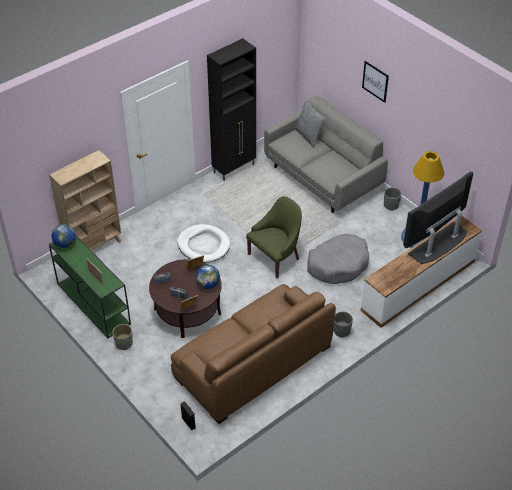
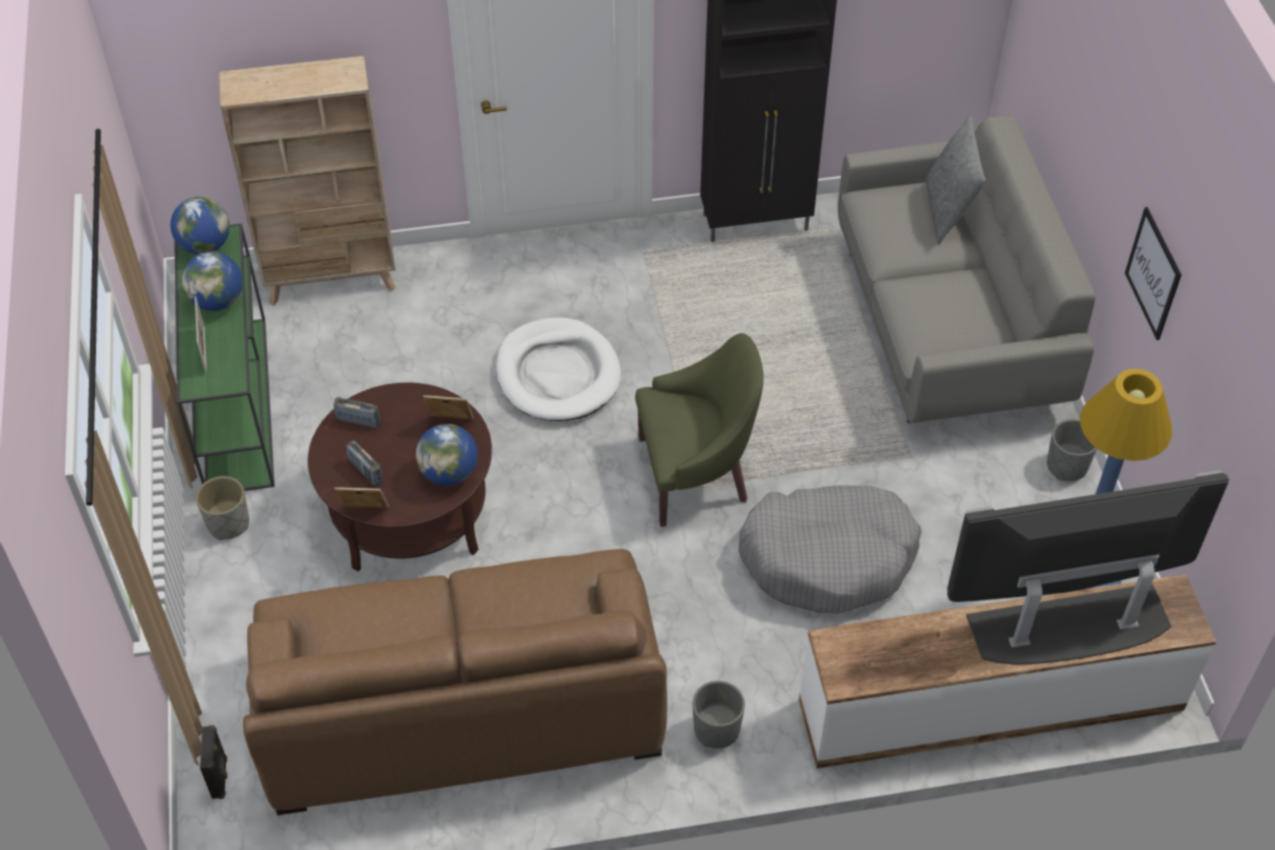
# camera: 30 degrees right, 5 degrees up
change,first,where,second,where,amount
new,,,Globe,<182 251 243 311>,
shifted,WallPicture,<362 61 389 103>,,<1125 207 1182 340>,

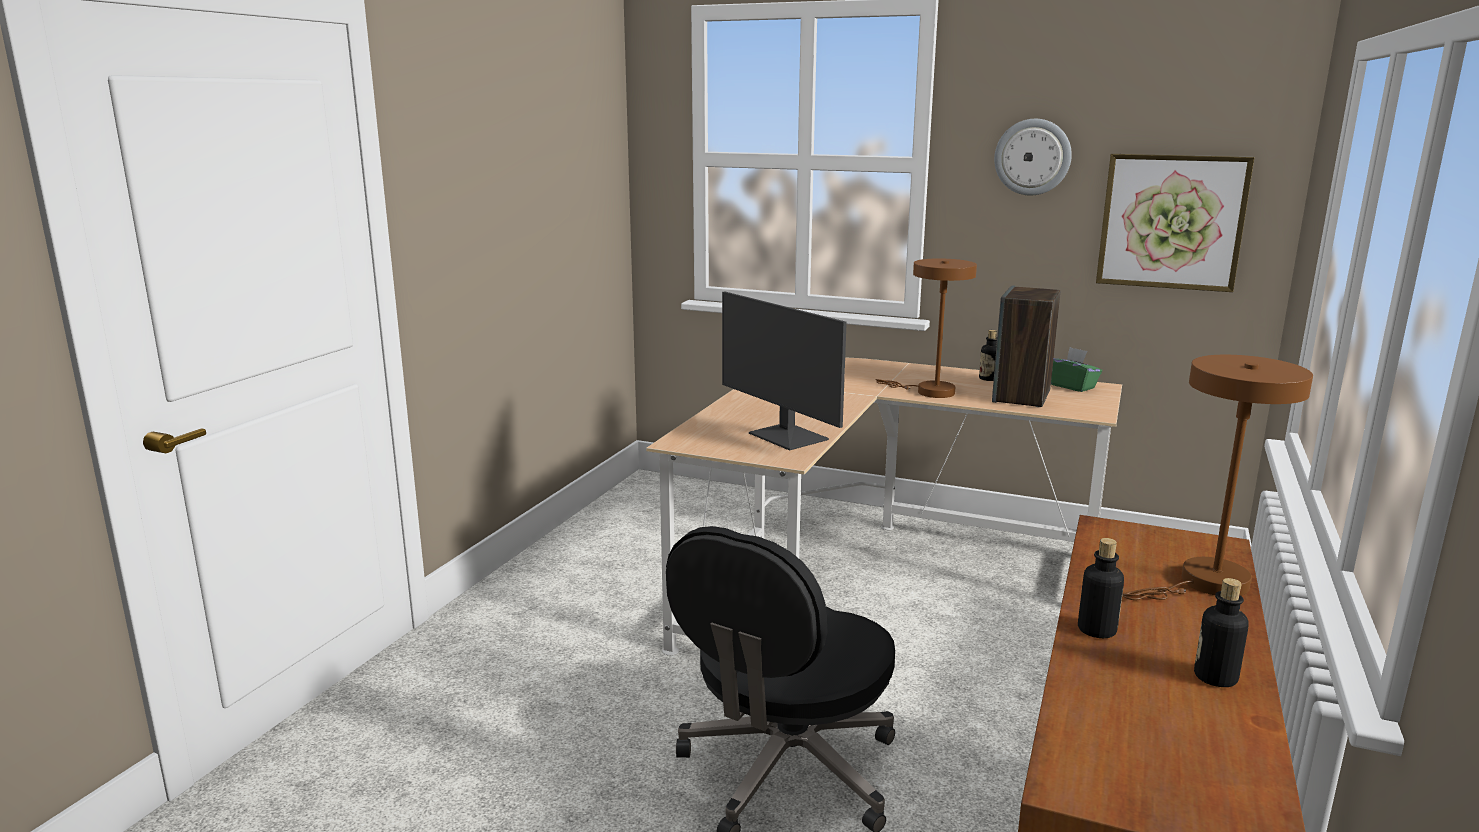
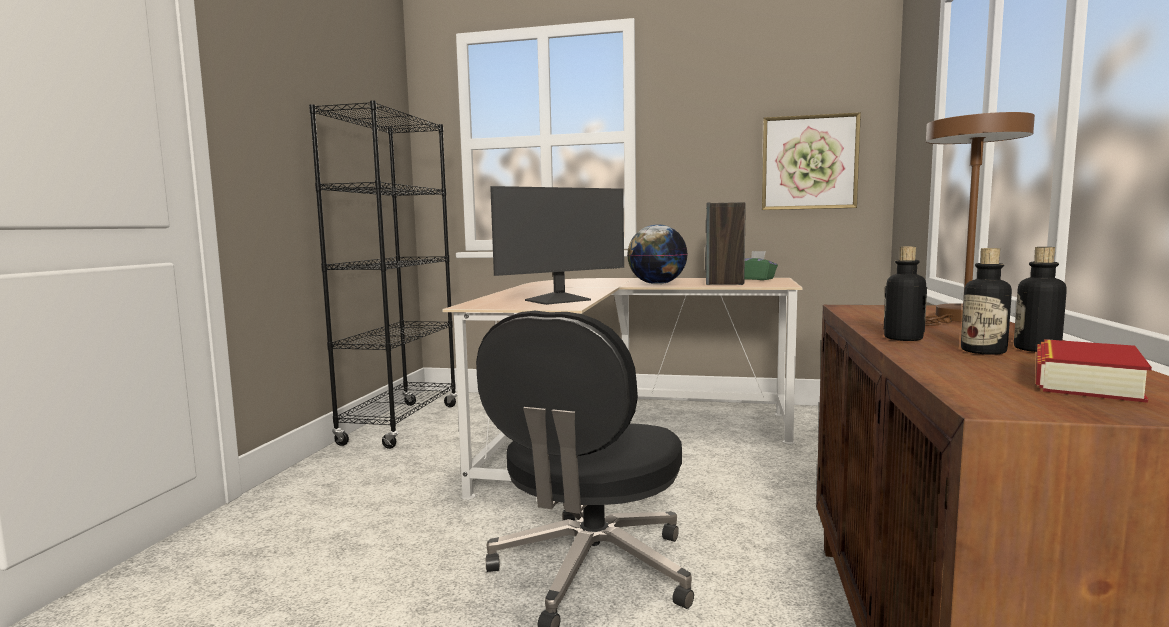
# camera: 10 degrees left, 10 degrees down
change,first,where,second,where,amount
gone,WallClock,<994 119 1072 195>,,,
new,,,BlackBookcase,<309 100 457 449>,
new,,,BoundBook,<1036 339 1152 403>,
shifted,DrinkBottle,<979 330 997 381>,,<961 248 1012 355>,
swapped,BrownishLampForATable,<875 258 977 398>,Globe,<627 224 688 284>,
rotated,ComputerDisplay,<722 292 847 451>,,<490 186 624 305>,75 degrees counterclockwise

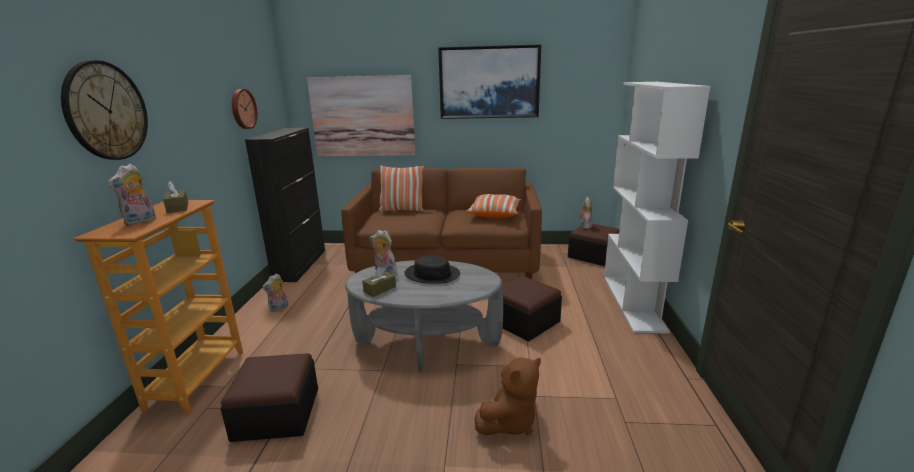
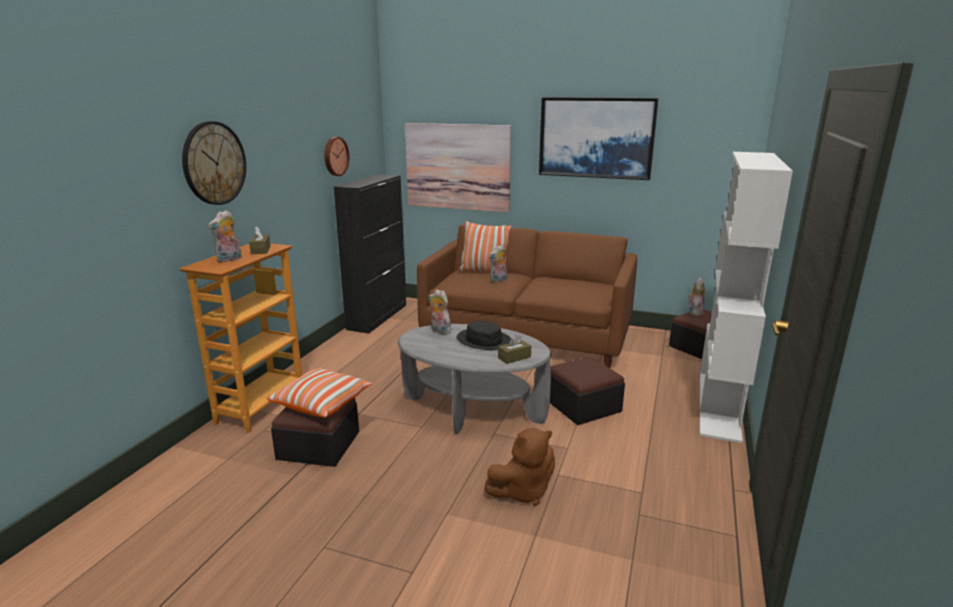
# camera: 15 degrees right, 0 degrees up
change,first,where,second,where,amount
shifted,PlushToy,<262 274 288 312>,,<489 245 507 283>,
shifted,BrownishBoxOfTissues,<362 267 396 297>,,<498 335 531 364>,
shifted,ThrowPillow,<466 194 521 218>,,<267 368 373 417>,

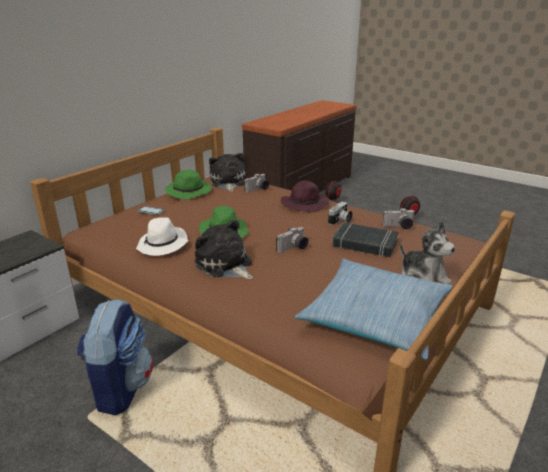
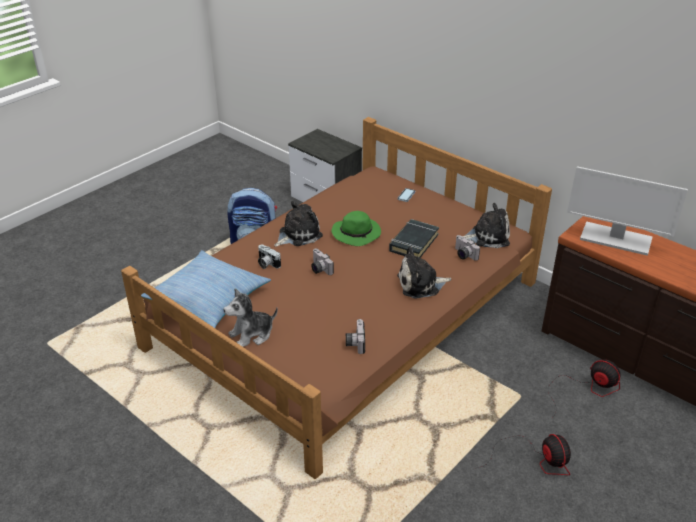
# camera: 95 degrees right, 10 degrees up
change,first,where,second,where,amount
gone,WhitishWearableHat,<136 217 188 256>,,,
gone,GreenWearableHat,<165 170 212 200>,,,
new,,,ComputerDisplay,<567 166 688 256>,
shifted,StillCamera,<328 202 352 225>,,<258 245 281 269>,
shifted,BlackBoundBook,<332 222 398 257>,,<389 219 439 257>,
swapped,PurpleColouredWearableHat,<281 181 329 213>,PlushToy,<397 247 451 298>,

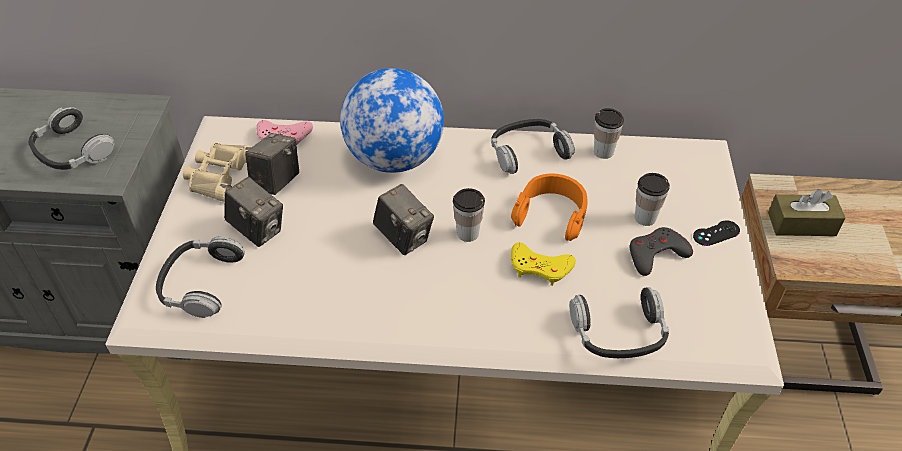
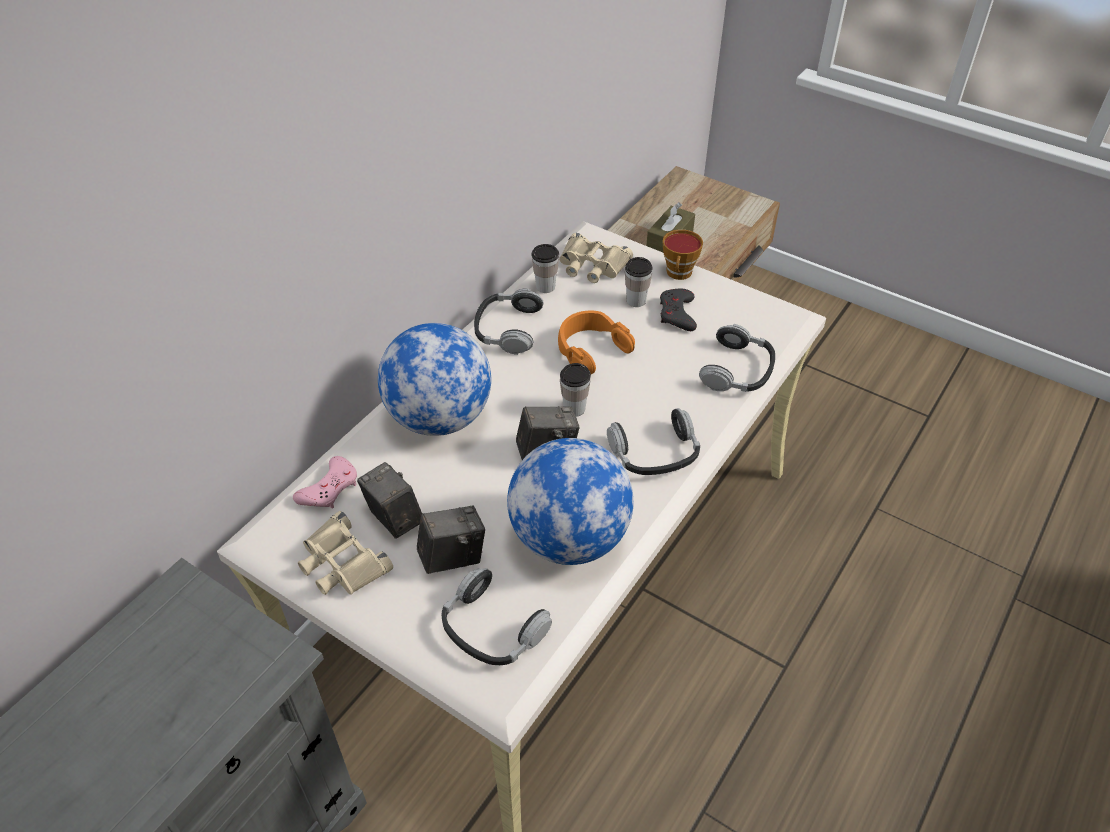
# camera: 60 degrees left, 0 degrees up
change,first,where,second,where,amount
gone,YellowishGameController,<511 242 576 286>,,,
new,,,Globe,<507 438 634 565>,
new,,,BeigePairOfBinoculars,<559 233 633 283>,
shifted,Headphones,<28 107 115 170>,,<607 408 700 475>,
swapped,BlackGameController,<693 220 740 246>,DrinkingCup,<662 229 703 280>,

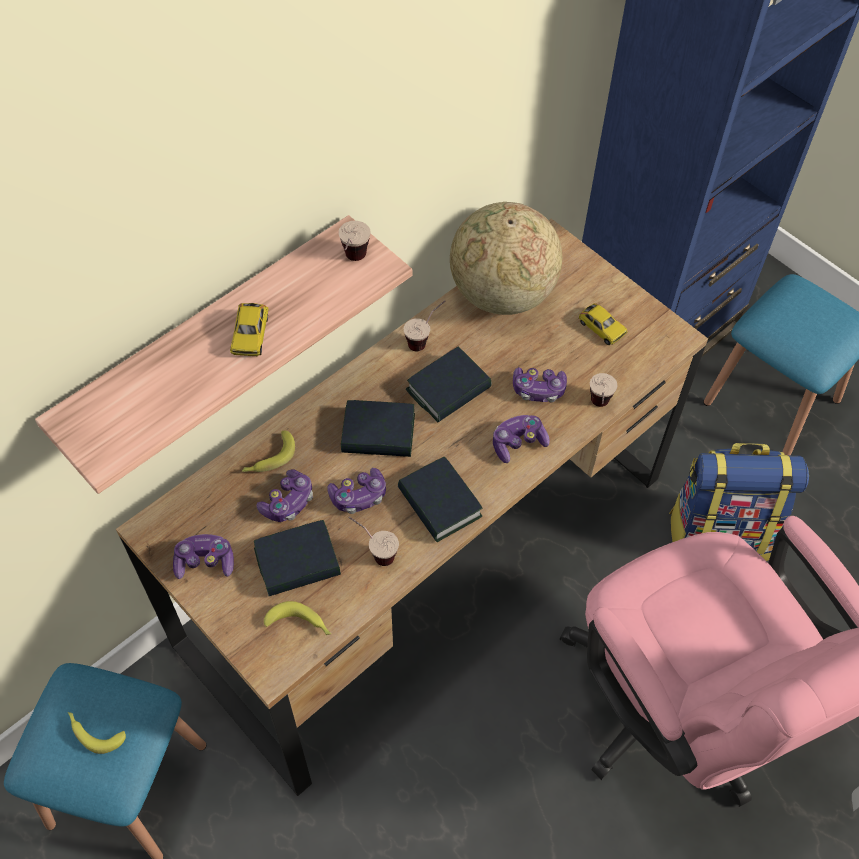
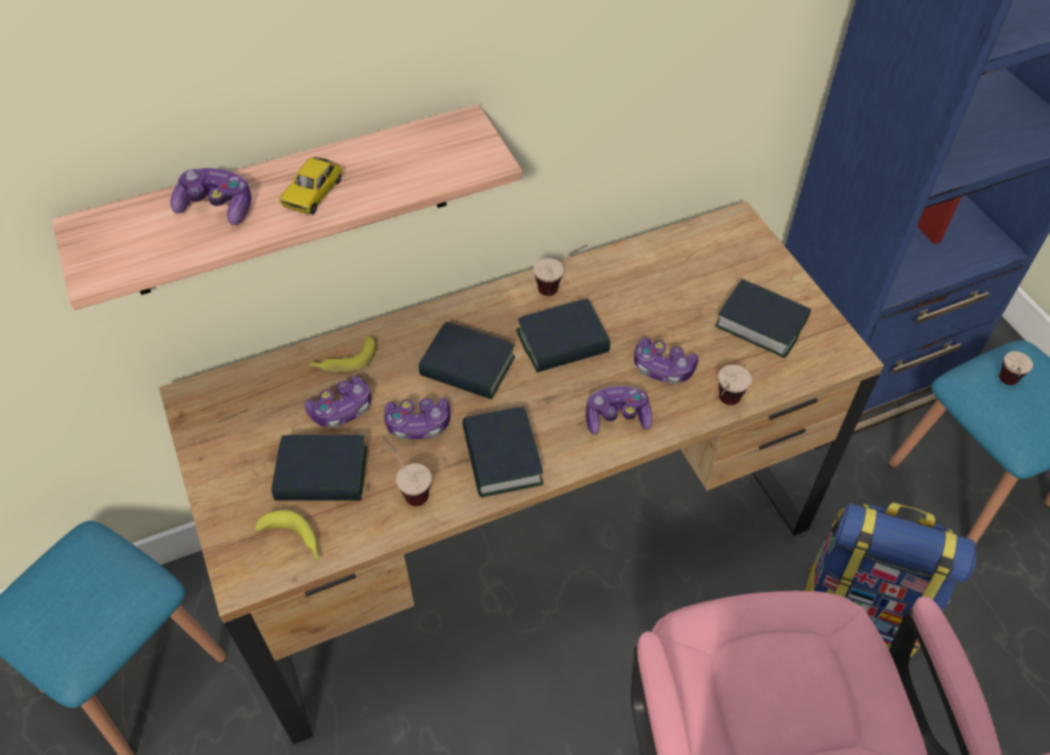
# camera: 20 degrees right, 5 degrees down
change,first,where,second,where,amount
gone,WholeBanana,<68 712 126 754>,,,
gone,Globe,<450 202 562 315>,,,
shifted,GameController,<173 534 234 579>,,<170 168 251 225>,
shifted,DrinkingCup,<338 221 371 261>,,<999 351 1033 385>,
swapped,ModelCar,<579 303 628 345>,BoundBook,<715 279 811 358>,

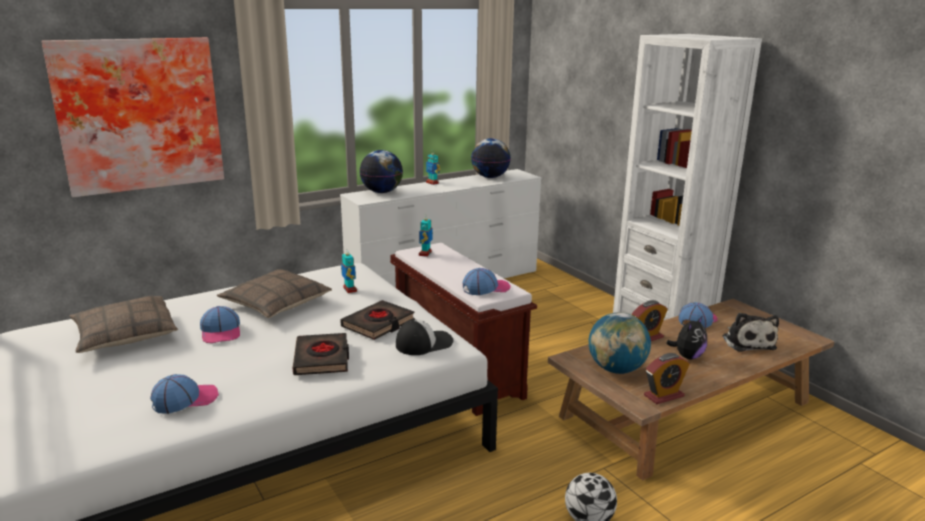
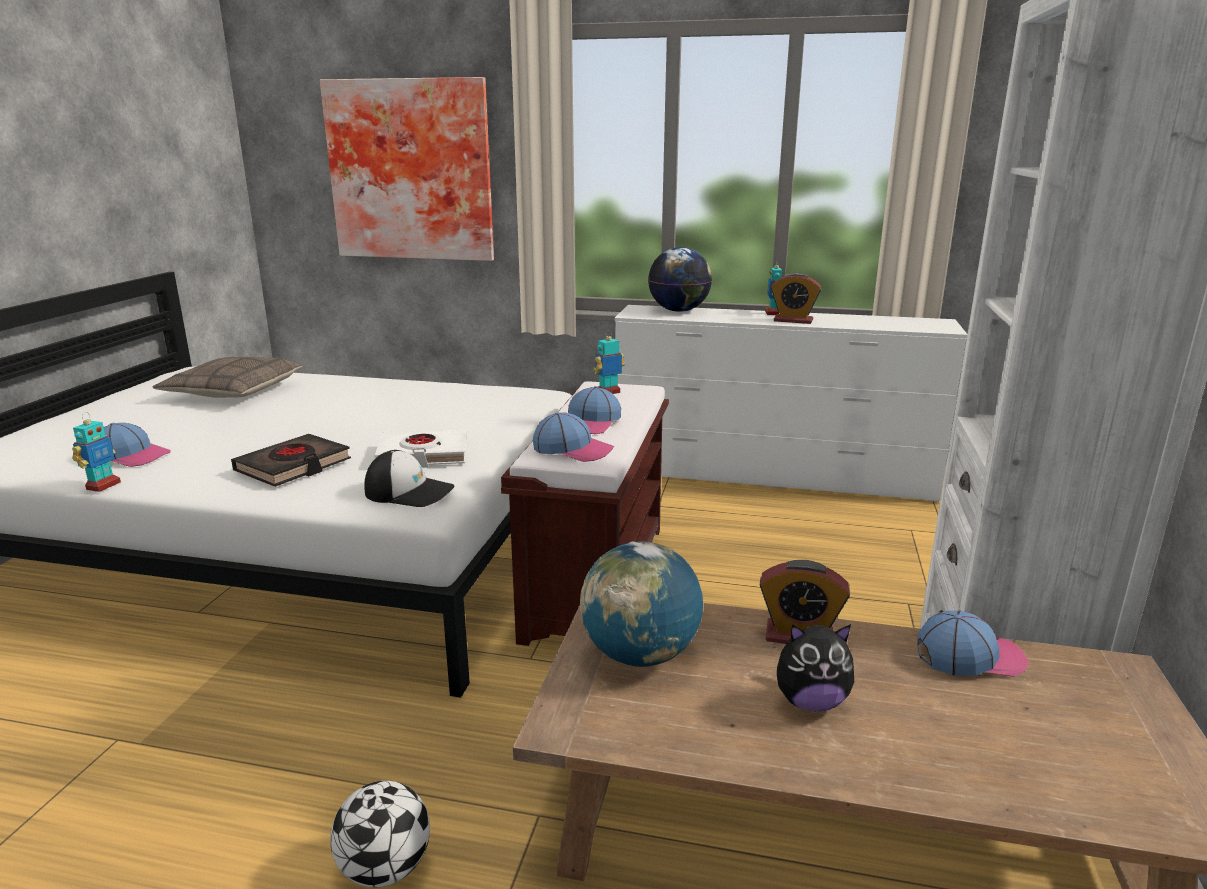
# camera: 45 degrees right, 0 degrees up
change,first,where,second,where,amount
gone,ThrowPillow,<217 269 332 318>,,,
gone,Globe,<471 138 511 178>,,,
gone,PlushToy,<723 313 779 352>,,,
shifted,BaseballCap,<200 306 240 343>,,<568 386 621 434>,
shifted,ModelRobot,<341 253 357 293>,,<72 412 121 492>,
shifted,TableClock,<644 353 690 404>,,<771 272 821 324>,
repainted,BlackBoundBook,<340 300 415 340>,WhitishBoundBook,<375 429 467 468>,

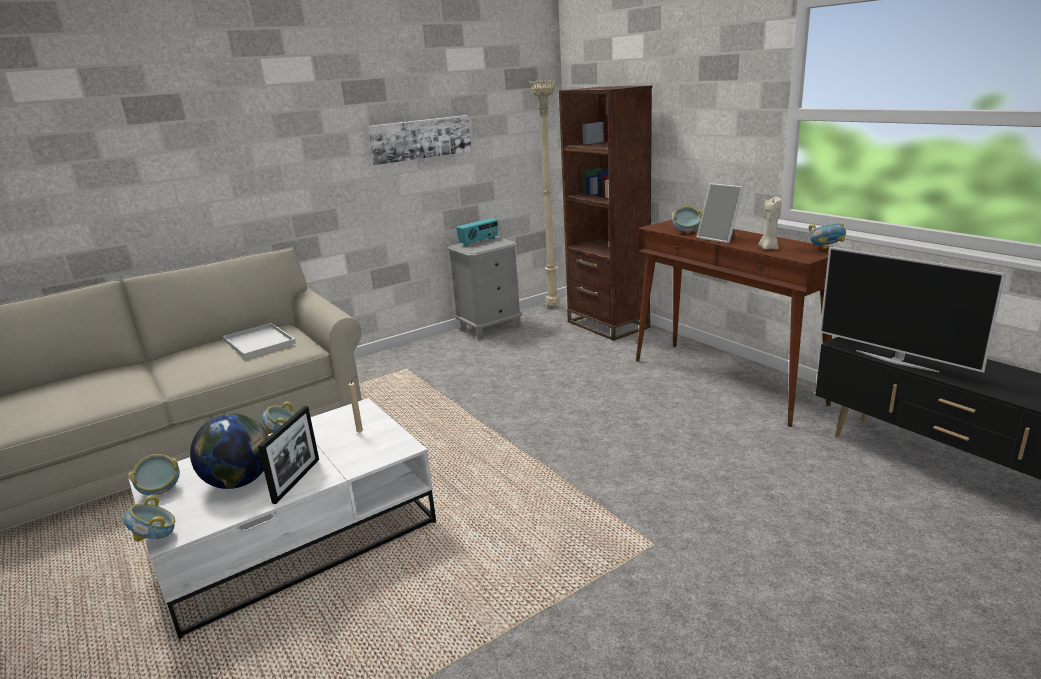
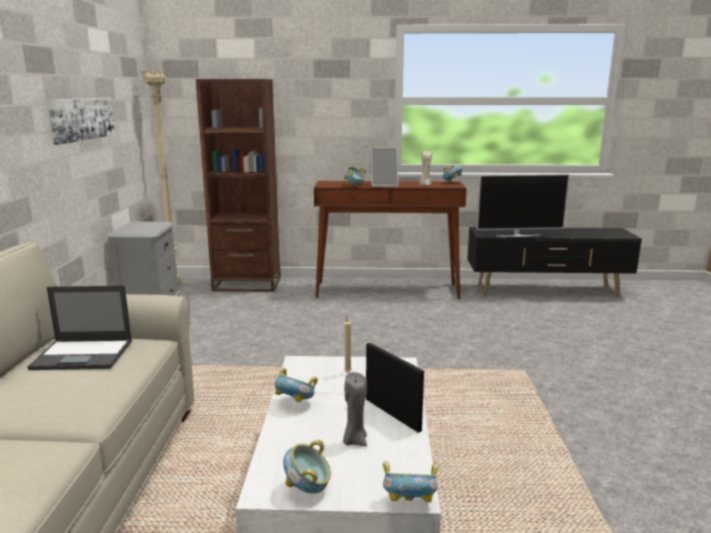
# camera: 55 degrees left, 5 degrees down
change,first,where,second,where,amount
gone,RadioReceiver,<456 218 498 247>,,,
swapped,Globe,<190 414 269 489>,GreyishCandle,<343 372 367 446>,
swapped,WhitishServingTray,<223 323 296 359>,Laptop,<27 286 132 370>,

